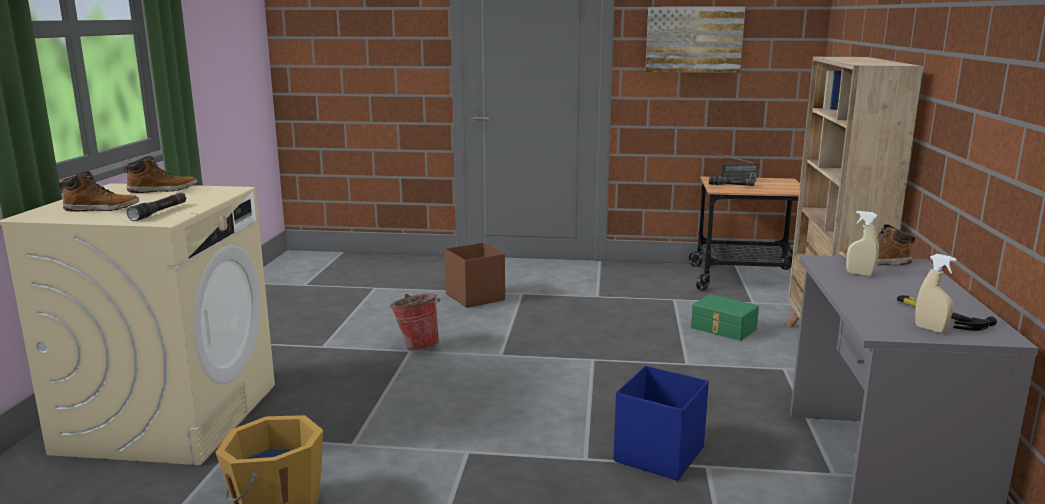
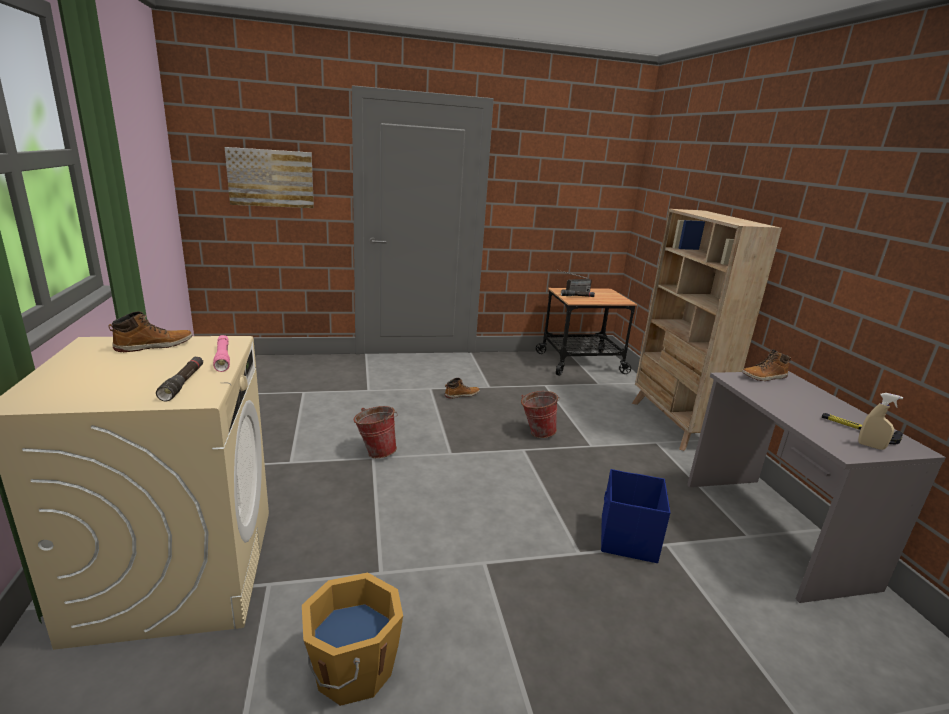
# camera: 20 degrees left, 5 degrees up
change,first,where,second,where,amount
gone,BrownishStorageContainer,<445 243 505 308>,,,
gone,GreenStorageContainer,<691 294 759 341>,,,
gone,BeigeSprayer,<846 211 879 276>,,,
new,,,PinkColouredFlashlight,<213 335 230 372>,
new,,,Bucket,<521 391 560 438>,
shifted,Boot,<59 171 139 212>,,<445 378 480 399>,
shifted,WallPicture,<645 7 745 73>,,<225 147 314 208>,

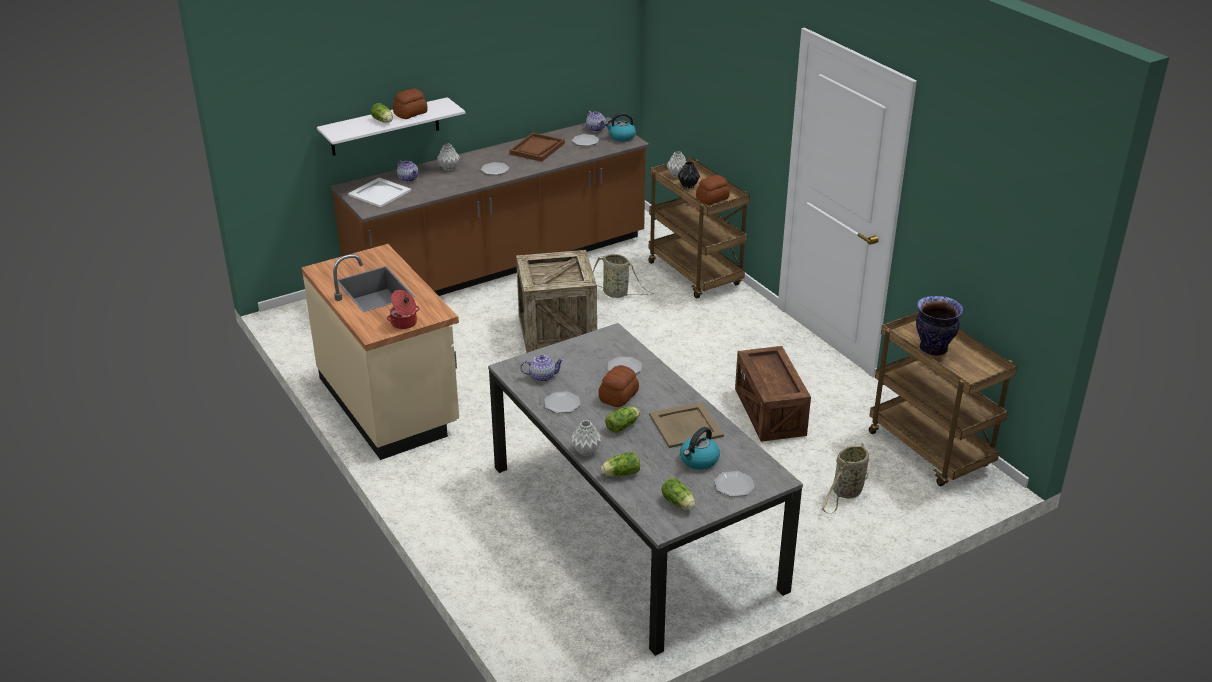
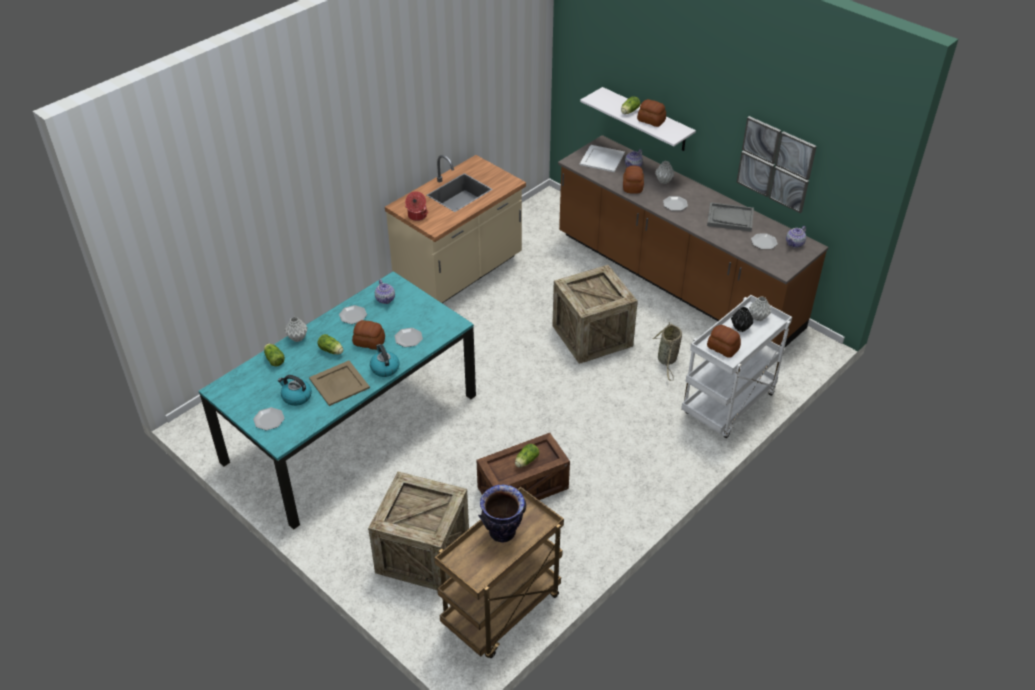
# camera: 75 degrees right, 10 degrees up
change,first,where,second,where,amount
new,,,BakeryBread,<623 165 644 194>,
new,,,WallPicture,<736 116 817 213>,
shifted,WaterKettle,<605 113 636 142>,,<370 344 400 377>,
shifted,LettuceHead,<661 478 695 510>,,<515 444 539 467>,
swapped,StorageBasket,<822 443 869 514>,ShippingCrate,<368 471 469 590>,
repainted,GreyishDinnerTable,<488 323 803 656>,TurquoiseColouredDinnerTable,<199 271 476 530>,
repainted,BrownishServingTray,<509 133 565 162>,GreyishServingTray,<707 202 754 231>,
repainted,BrownishTrolley,<648 157 750 298>,WhitishTrolley,<681 295 792 438>,

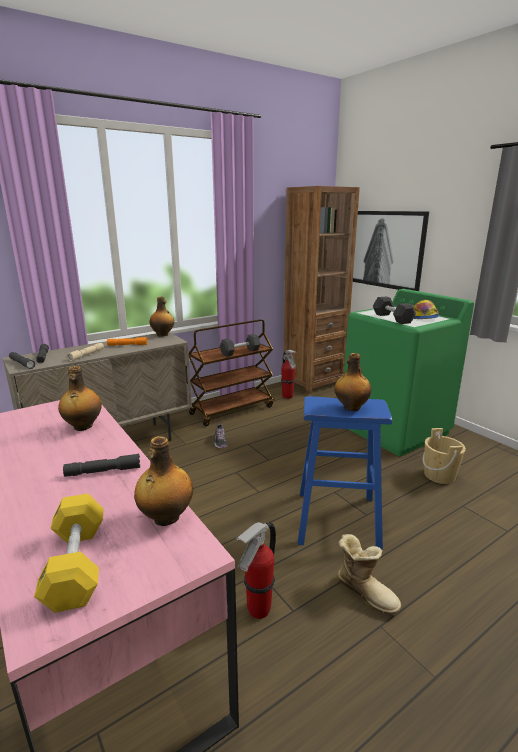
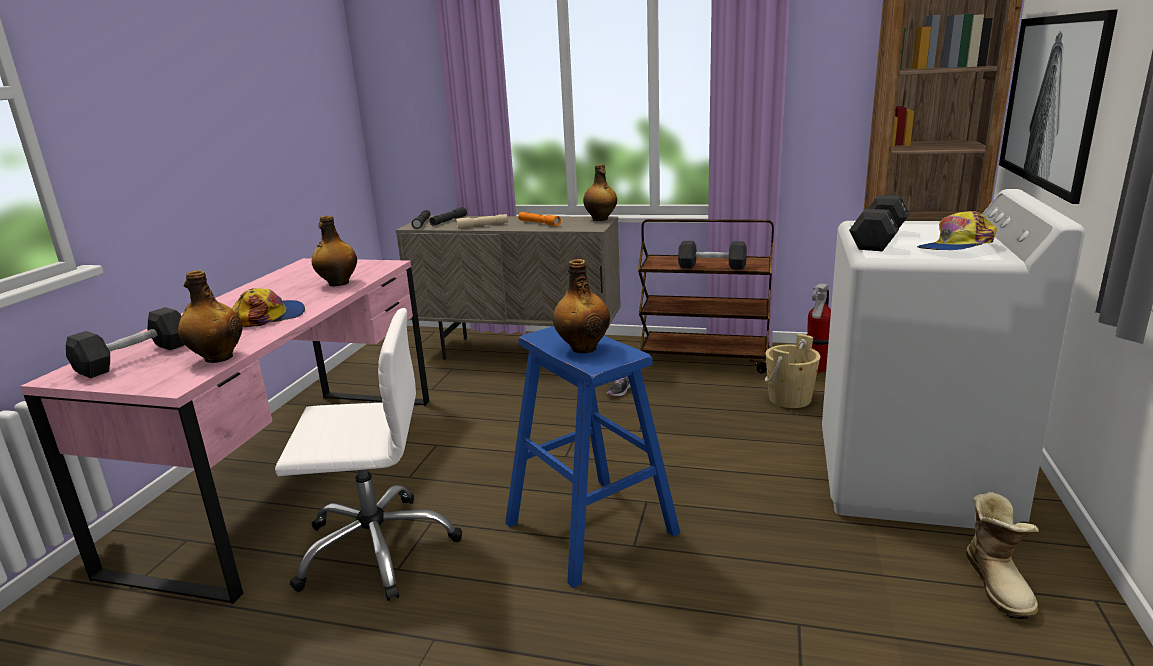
# camera: 50 degrees right, 0 degrees up
change,first,where,second,where,amount
shifted,Boot,<337 534 401 615>,,<966 492 1039 619>,
shifted,BeigeBucket,<423 428 466 484>,,<765 334 820 408>,
swapped,GreyishFlashlight,<63 454 140 477>,BaseballCap,<232 288 305 327>,
swapped,FireFightingCylinder,<236 522 276 619>,WhitishOfficeChair,<275 308 462 601>,
repainted,YellowishFreeWeight,<34 493 104 613>,BlackFreeWeight,<66 307 184 378>,
repainted,GreenLaundryAppliance,<344 289 474 456>,WhitishLaundryAppliance,<822 189 1085 529>,

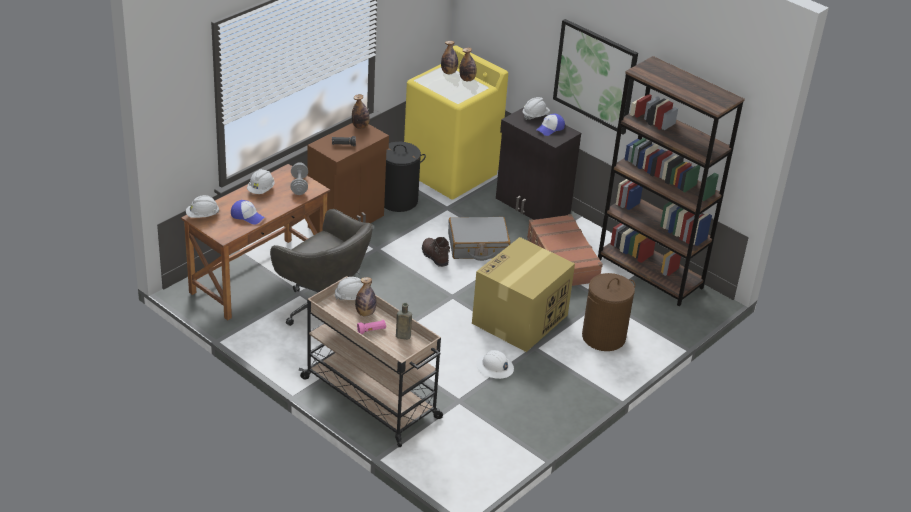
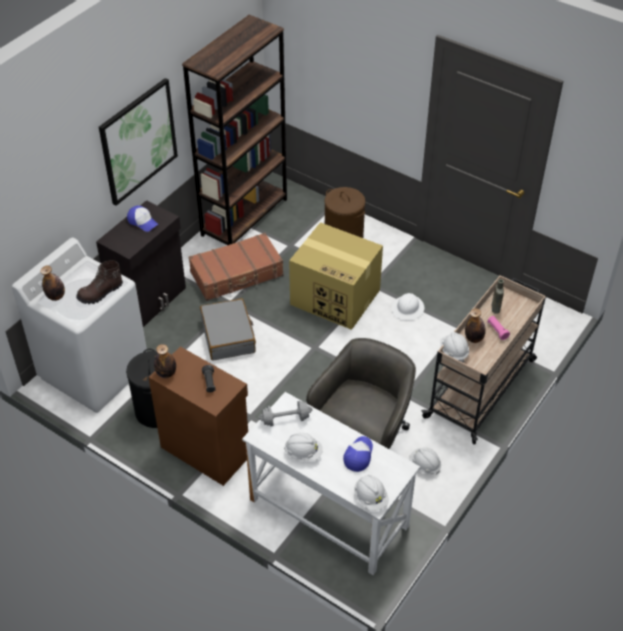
# camera: 95 degrees left, 10 degrees up
change,first,where,second,where,amount
gone,DrinkBottle,<459 48 477 81>,,,
shifted,BrownishBoot,<422 237 450 267>,,<76 260 123 304>,
shifted,WhitishHardHat,<523 97 550 120>,,<409 448 441 475>,
repainted,BrownishDeskUnit,<181 164 330 320>,WhitishDeskUnit,<242 392 420 575>,
repainted,YellowishLaundryAppliance,<404 45 508 199>,WhitishLaundryAppliance,<12 238 147 413>,

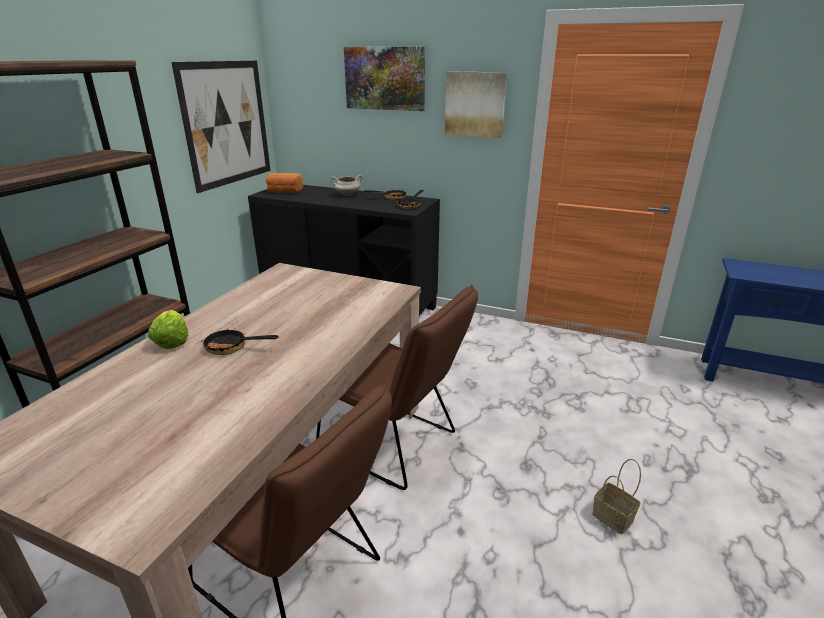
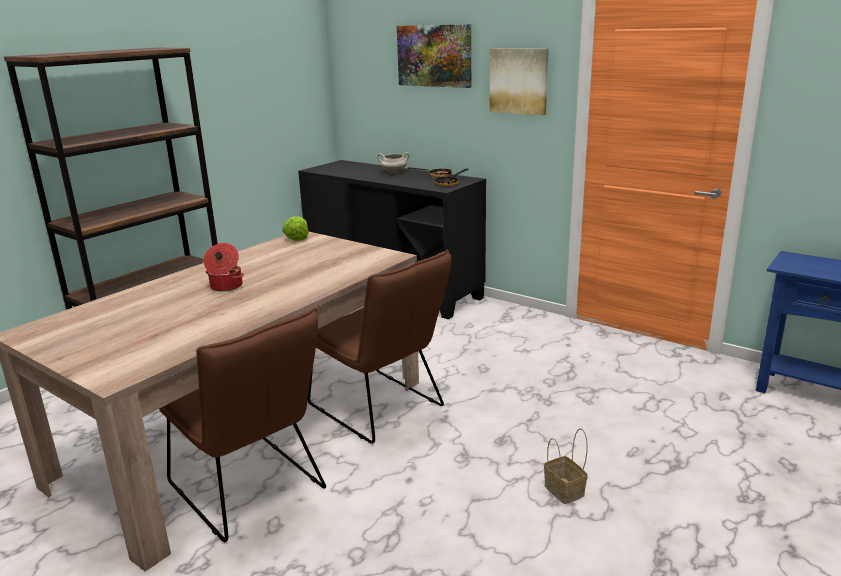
# camera: 15 degrees right, 5 degrees down
change,first,where,second,where,amount
gone,WallPicture,<171 61 271 193>,,,
gone,BakeryBread,<266 173 304 193>,,,
shifted,LettuceHead,<148 310 188 349>,,<282 216 309 241>,
swapped,FryingPan,<201 328 278 355>,CookingPot,<203 243 244 292>,

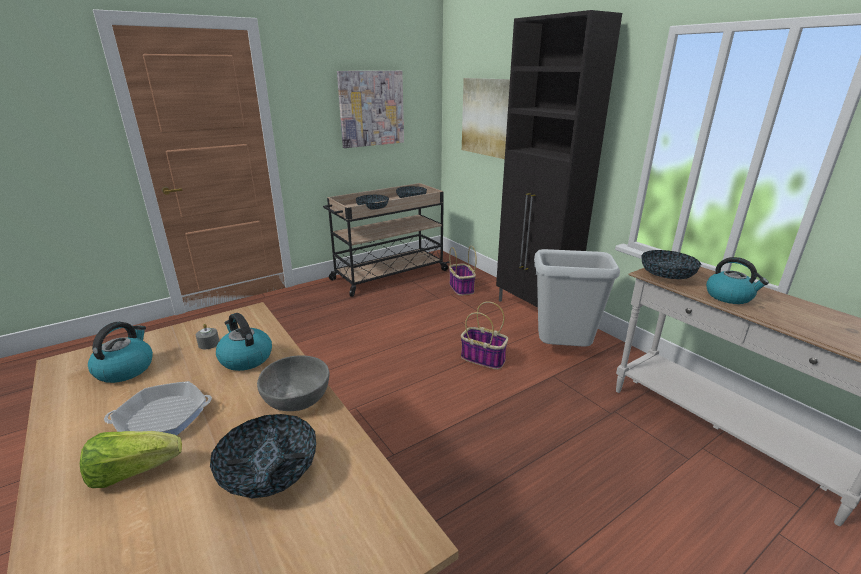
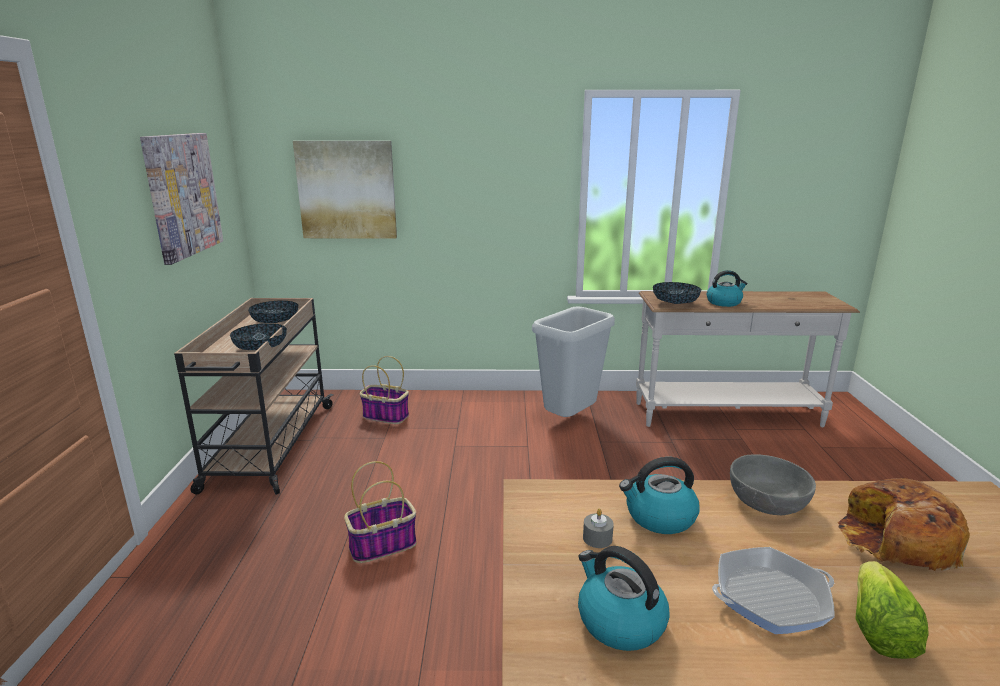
# camera: 55 degrees left, 5 degrees down
change,first,where,second,where,amount
gone,BlackCupboard,<496 10 622 307>,,,
shifted,StorageBasket,<461 301 508 370>,,<344 461 417 563>,
swapped,Bowl,<210 414 316 498>,BakeryBread,<837 478 970 571>,
rotated,FryingPan,<104 381 212 435>,,<712 547 834 634>,120 degrees counterclockwise

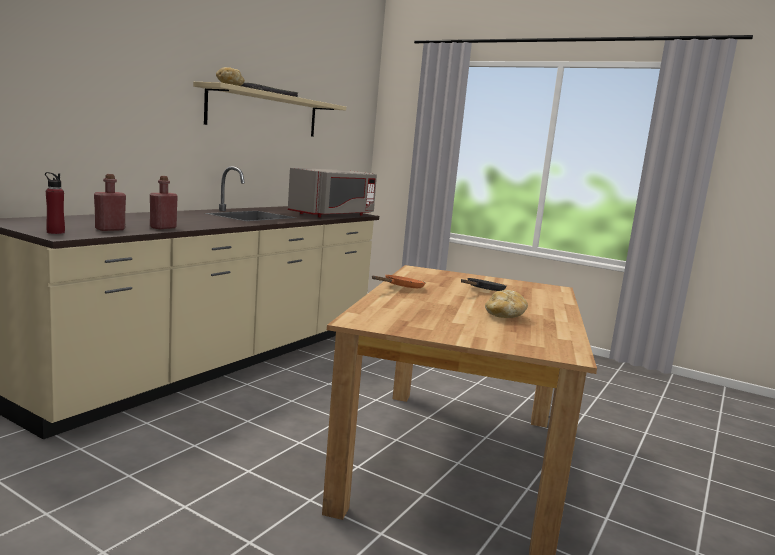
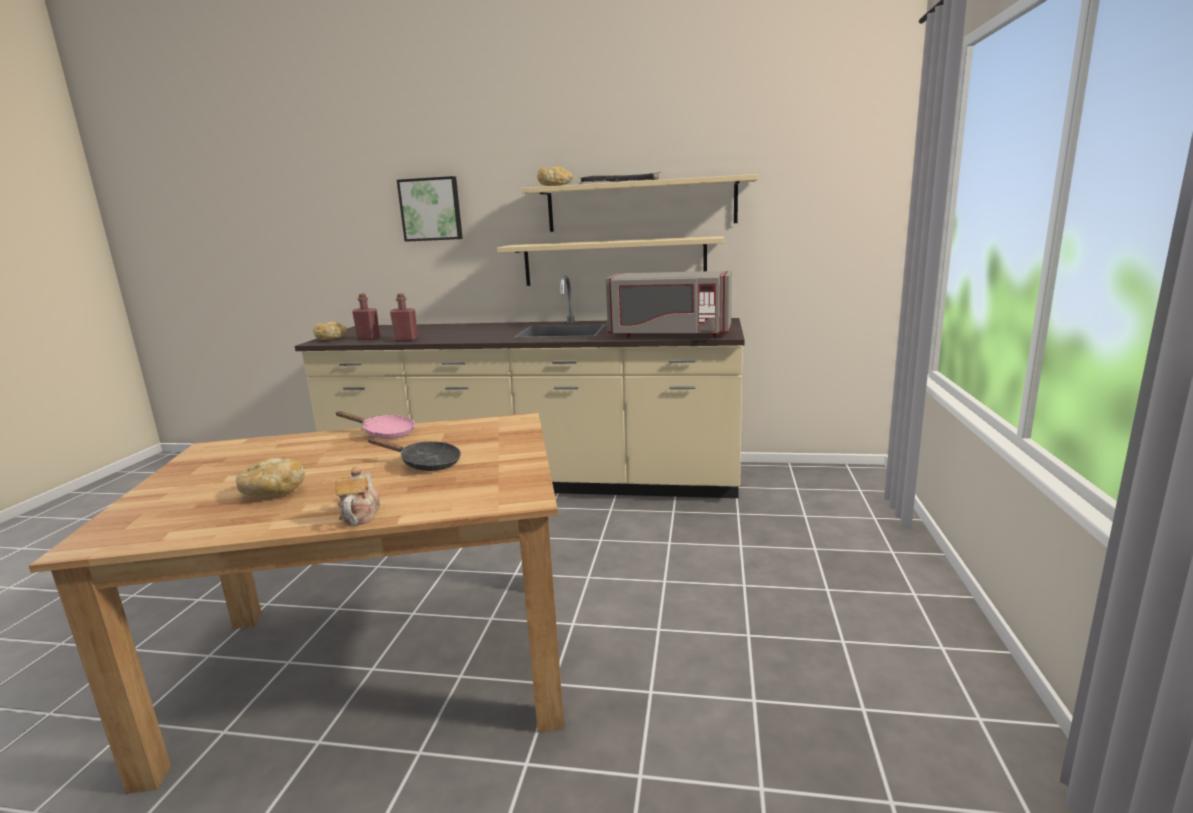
# camera: 70 degrees right, 5 degrees up
change,first,where,second,where,amount
new,,,Teapot,<336 467 380 525>,
new,,,WallPicture,<397 176 463 242>,
new,,,BeigeWallShelf,<497 236 724 286>,
swapped,RedDrinkBottle,<45 172 65 234>,BakeryBread,<313 321 347 340>,
repainted,OrangeColouredFryingPan,<372 275 425 288>,PinkColouredFryingPan,<335 411 415 439>,

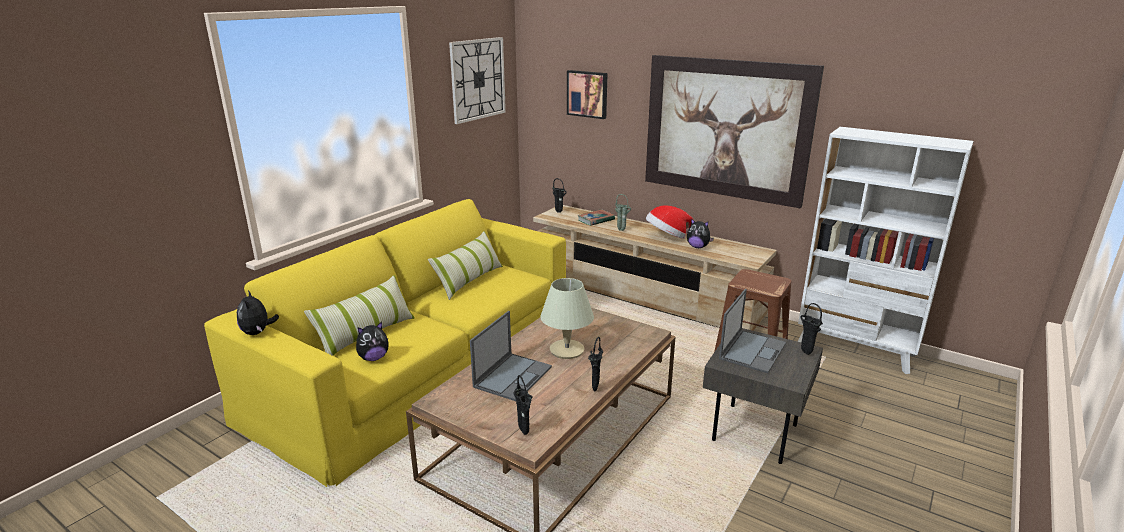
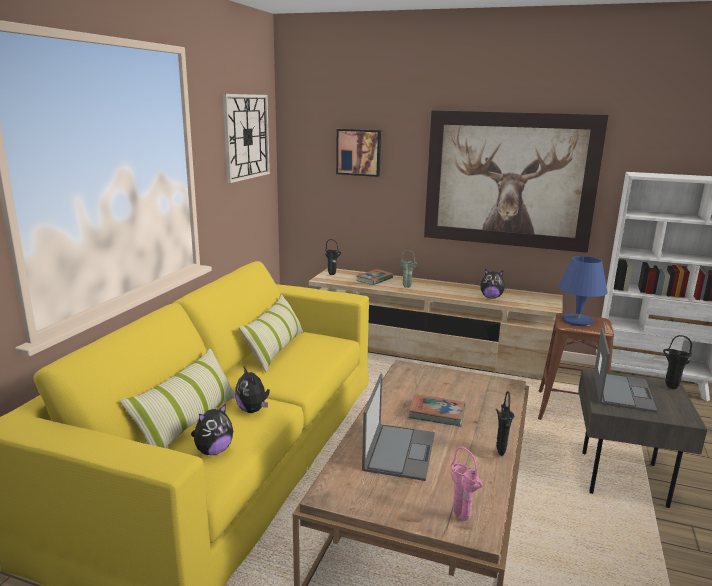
# camera: 15 degrees left, 5 degrees down
change,first,where,second,where,amount
gone,WearableHat,<646 205 693 239>,,,
new,,,BlueLampForATable,<558 256 608 326>,
shifted,PlushToy,<237 290 279 335>,,<235 367 270 413>,
swapped,BeigeLampForATable,<540 278 594 359>,BoundBook,<409 394 465 427>,
repainted,BlackFlowerVase,<513 375 533 435>,PinkColouredFlowerVase,<451 446 482 521>,

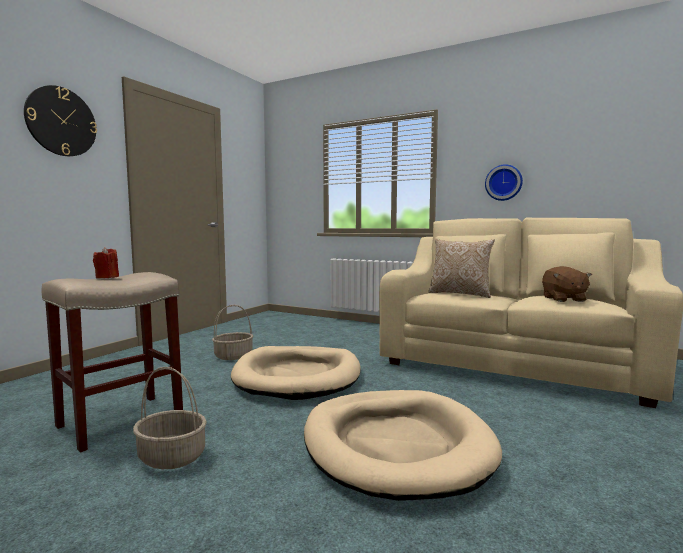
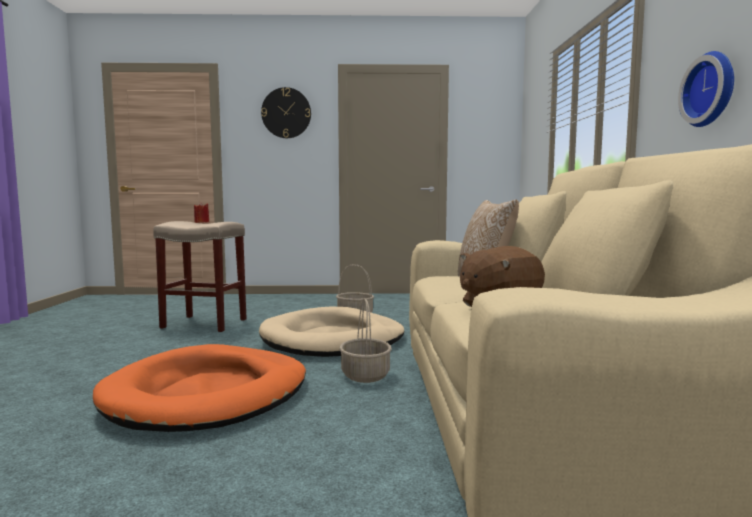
# camera: 60 degrees right, 0 degrees up
change,first,where,second,where,amount
shifted,StorageBasket,<133 367 207 469>,,<339 298 392 383>,
repainted,BeigeDogCushion,<304 390 502 501>,OrangeColouredDogCushion,<93 344 306 432>,

